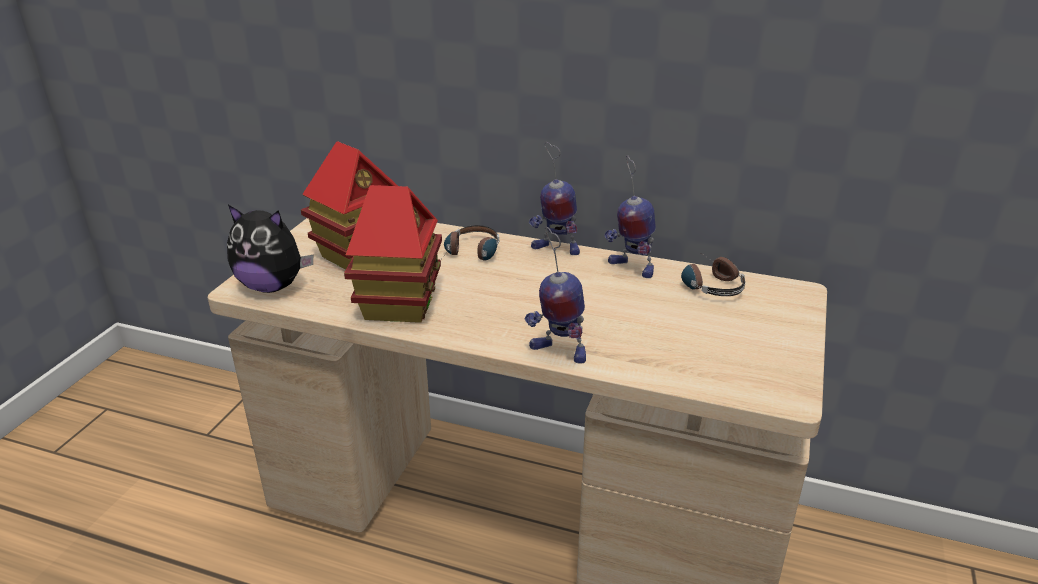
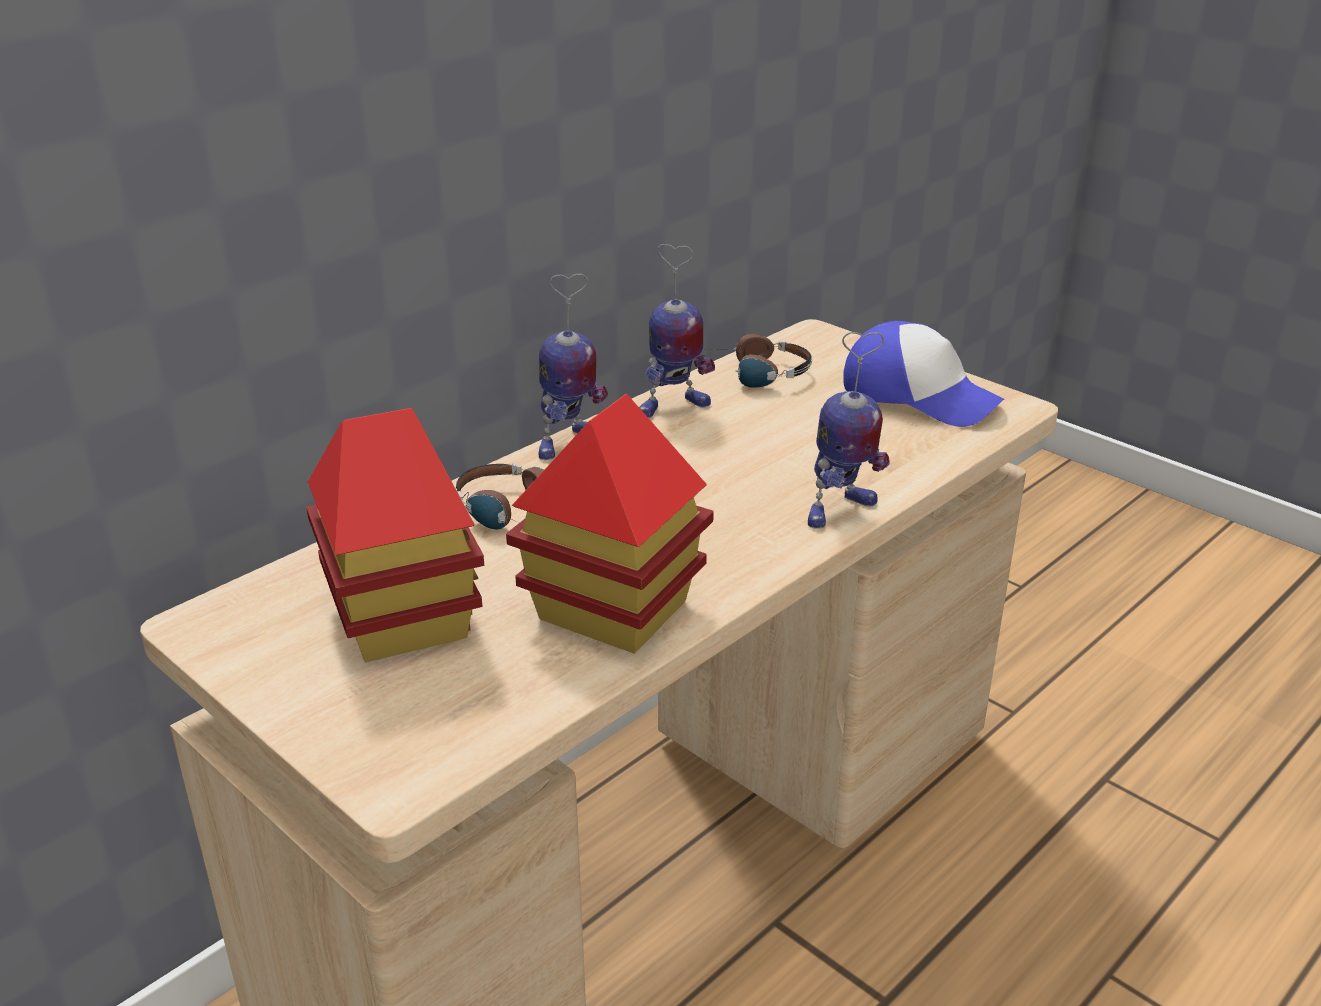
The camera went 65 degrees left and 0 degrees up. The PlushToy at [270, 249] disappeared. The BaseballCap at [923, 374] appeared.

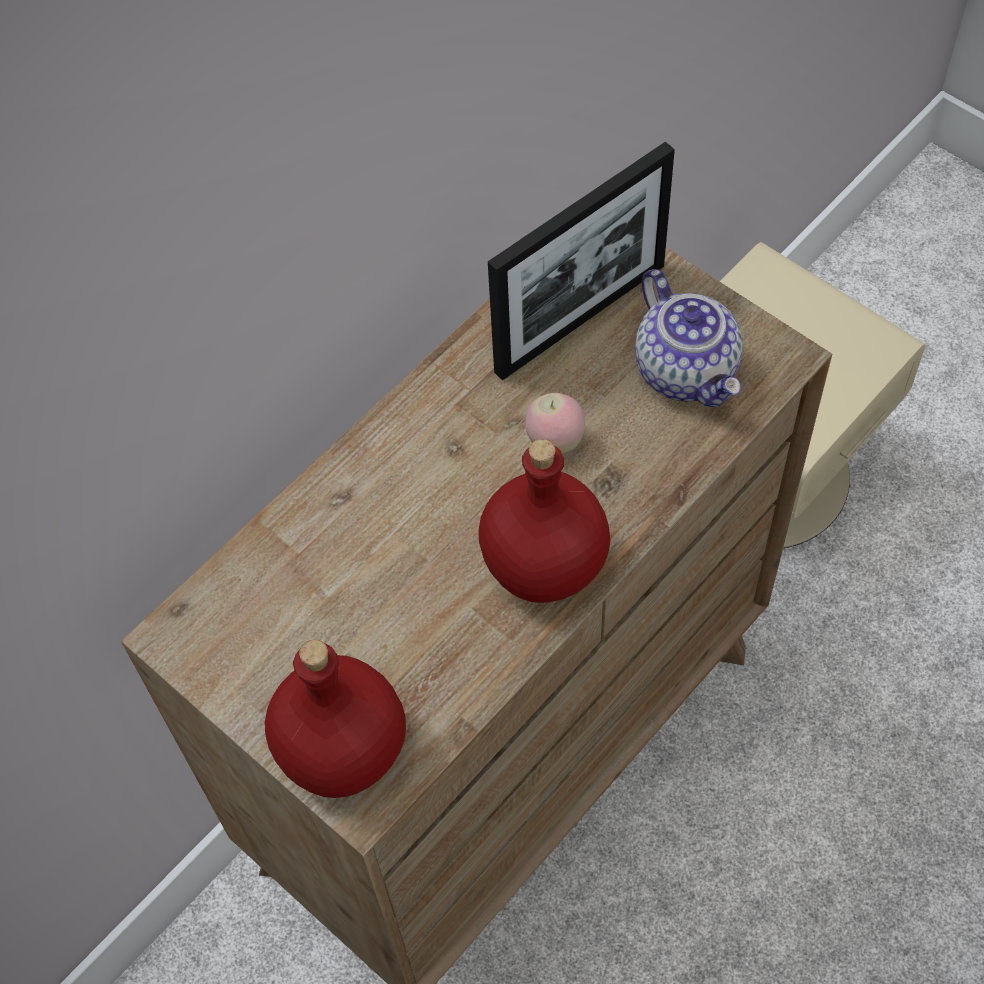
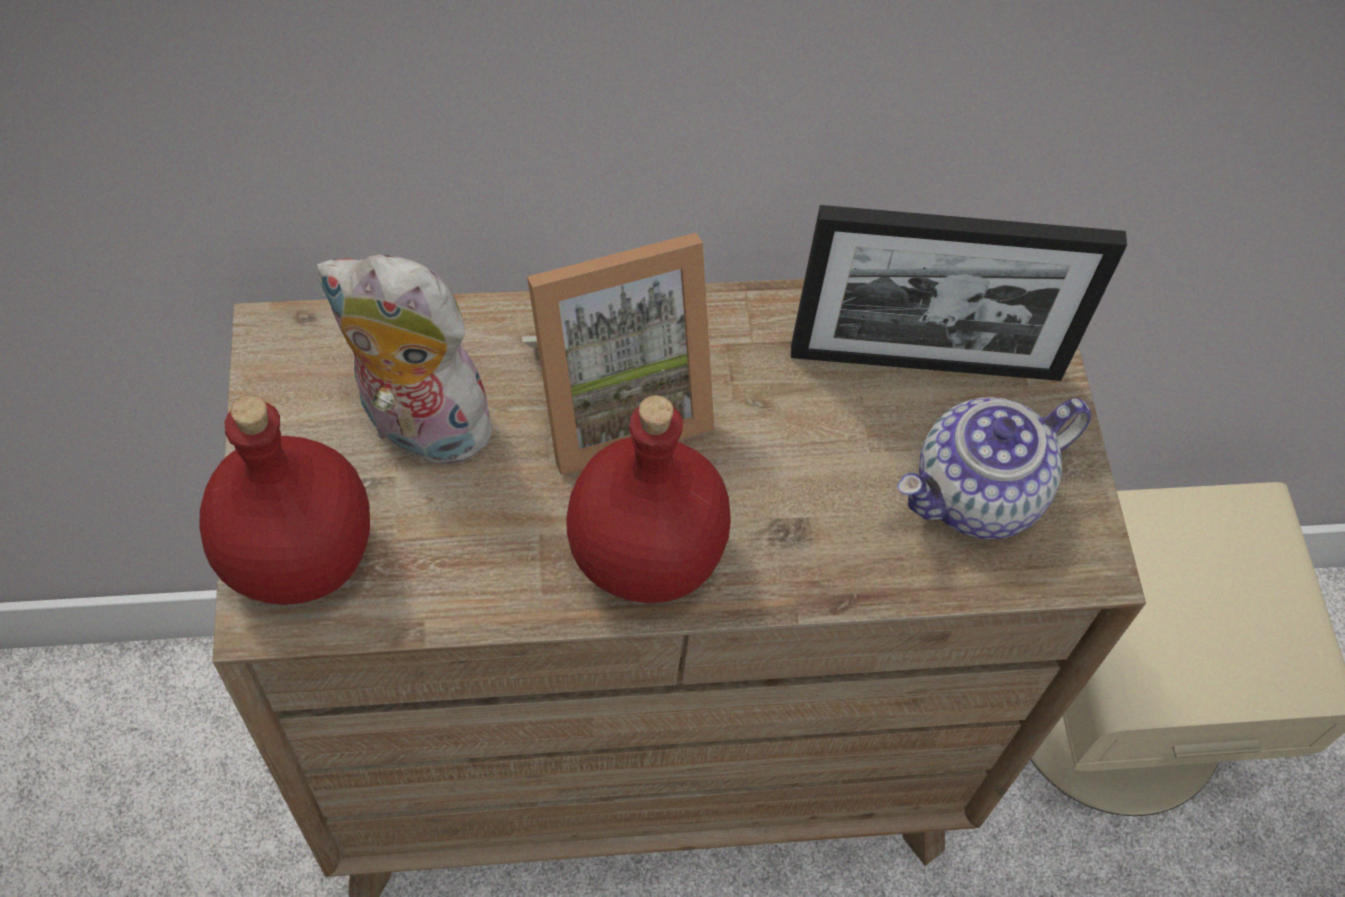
The camera went 35 degrees right and 0 degrees up. The Teapot at [689, 338] turned 45 degrees clockwise. The AppleFruit at [555, 423] disappeared. The PhotoFrame at [618, 354] appeared. The PlushToy at [412, 362] appeared.

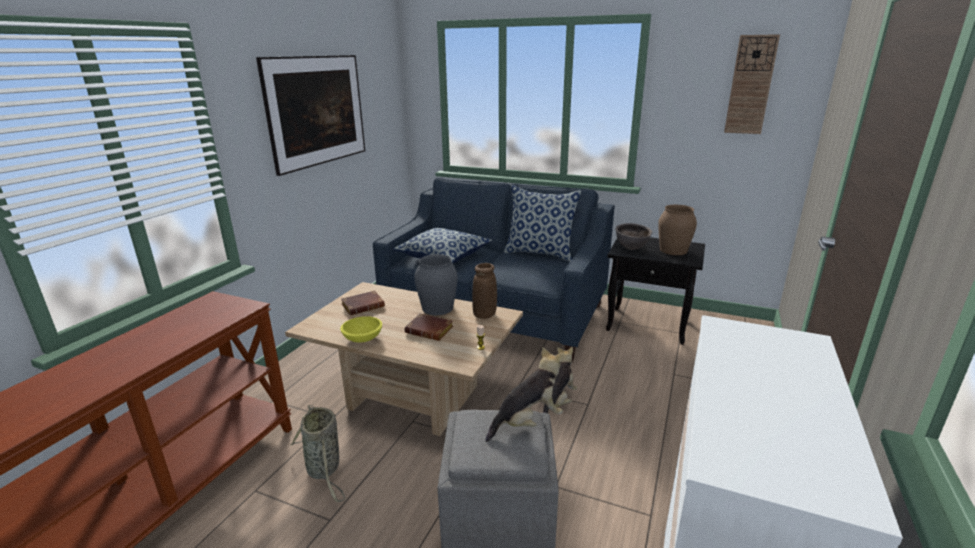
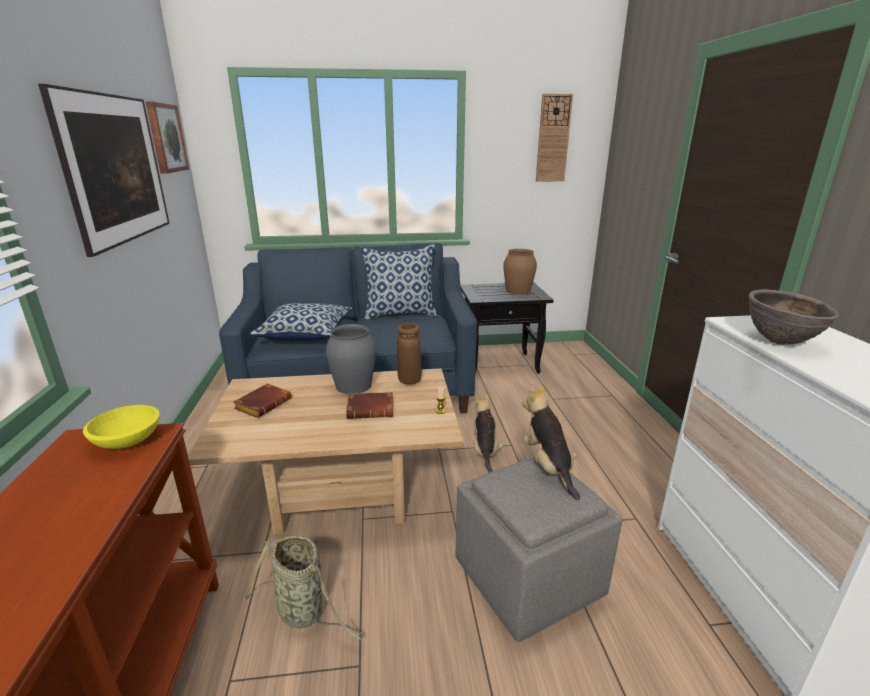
The camera went 30 degrees left and 0 degrees up. The BrownServingBowl moved from [634, 236] to [794, 317]. The YellowColouredServingBowl moved from [361, 329] to [121, 427]. The PlushToy at [525, 394] turned 45 degrees counterclockwise. The WallArt at [167, 137] appeared.

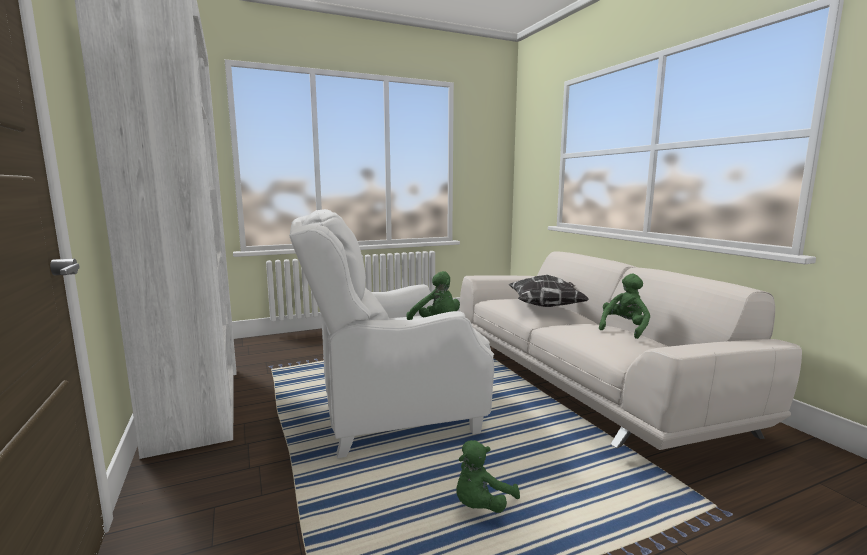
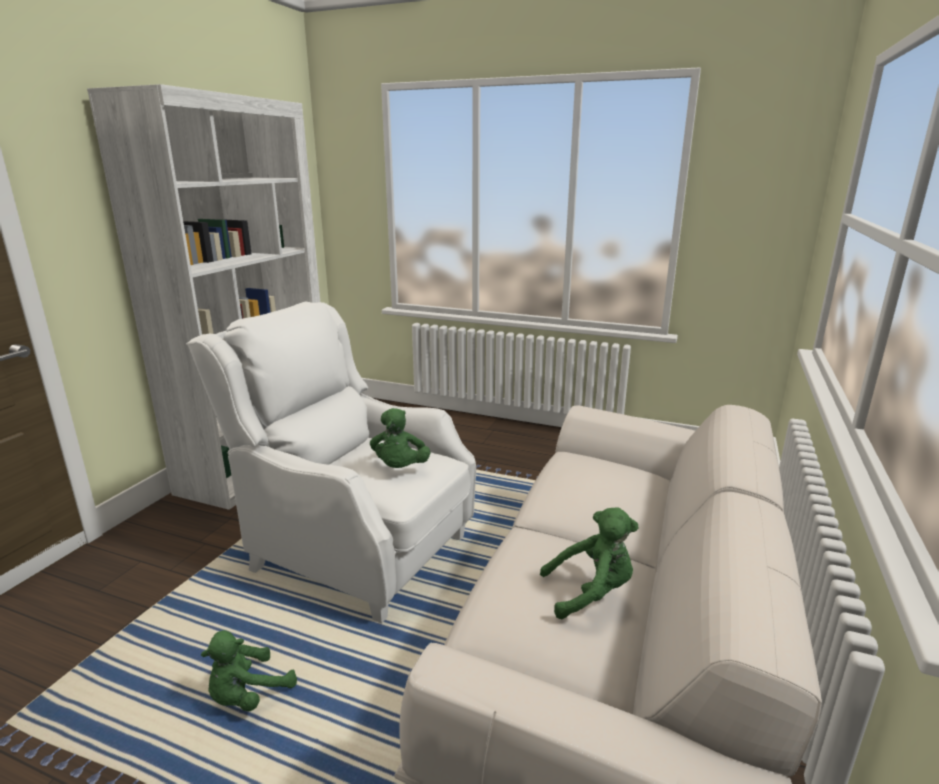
The camera went 45 degrees right and 10 degrees up. The Cushion at [548, 291] disappeared. The GreenishPlushToy at [488, 476] turned 45 degrees counterclockwise.

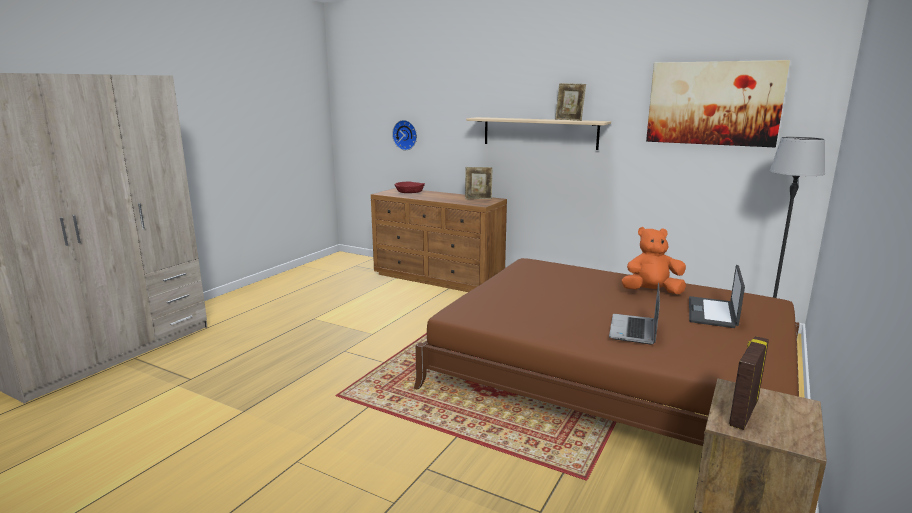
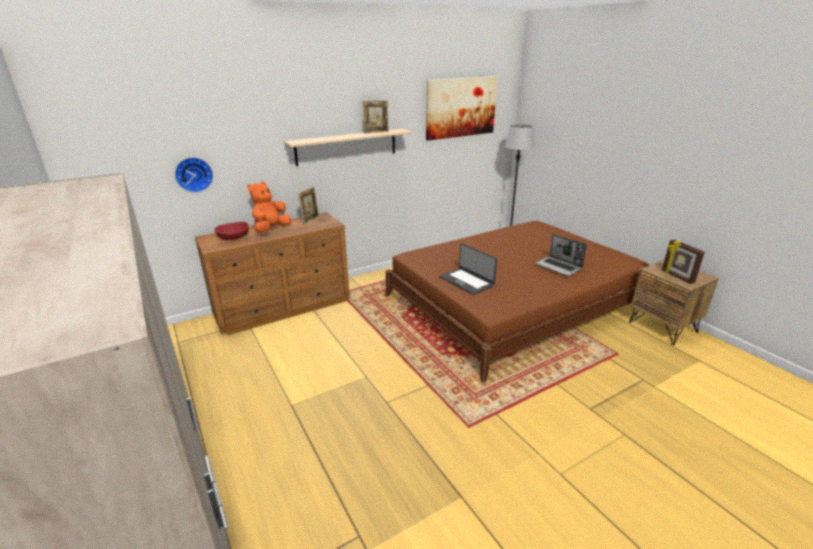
The camera went 60 degrees left and 10 degrees up. The OrangePlushToy moved from [654, 260] to [269, 207]. The PortableComputer moved from [717, 296] to [468, 269].

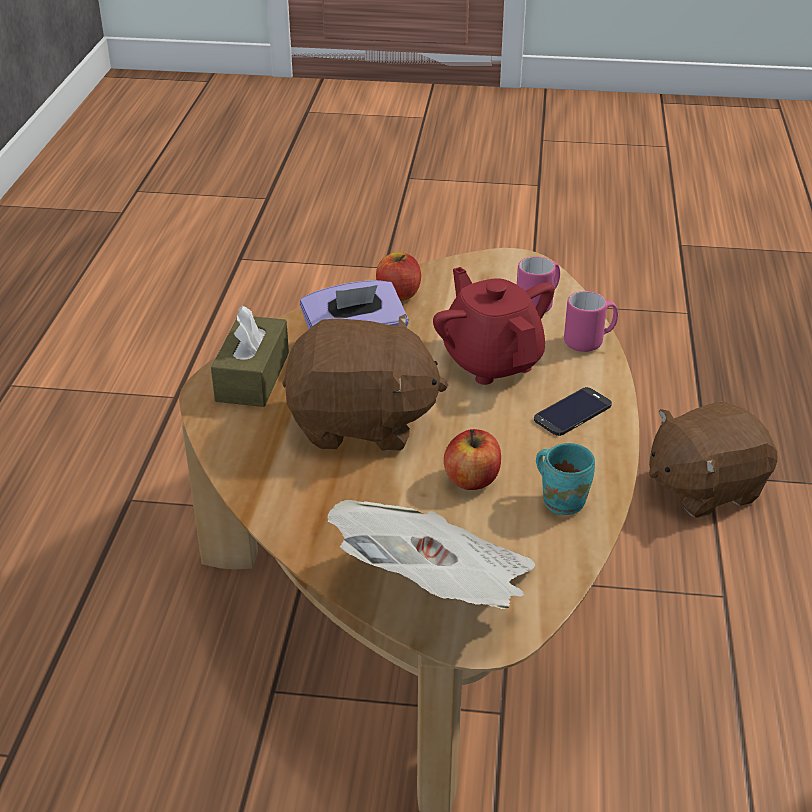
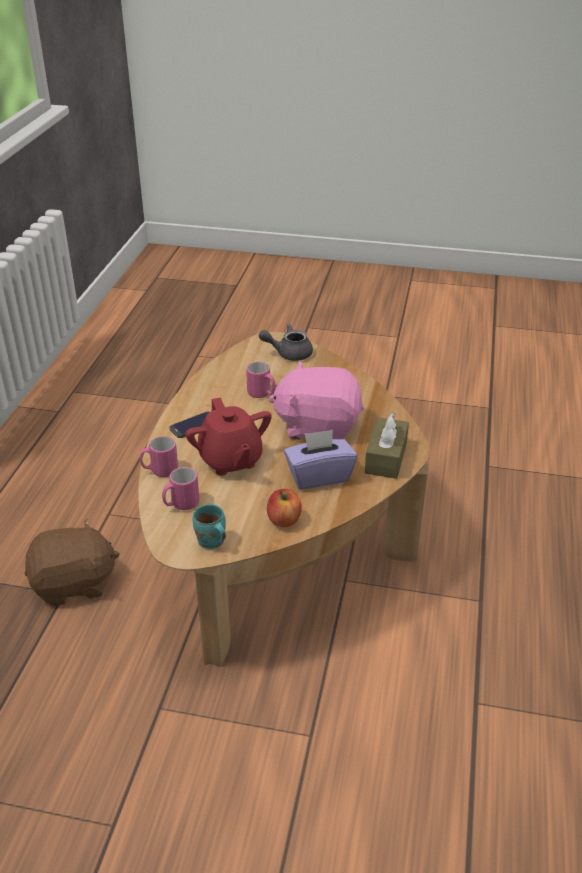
The camera went 175 degrees left and 0 degrees up. The BrownPlushToy at [365, 382] became the PinkColouredPlushToy at [316, 400]. The AppleFruit at [472, 459] was replaced by the PinkColouredTeaMug at [261, 380]. The TurquoiseTeaMug moved from [565, 479] to [209, 526]. The DailyPaper at [431, 554] was replaced by the GreyTeapot at [286, 342].

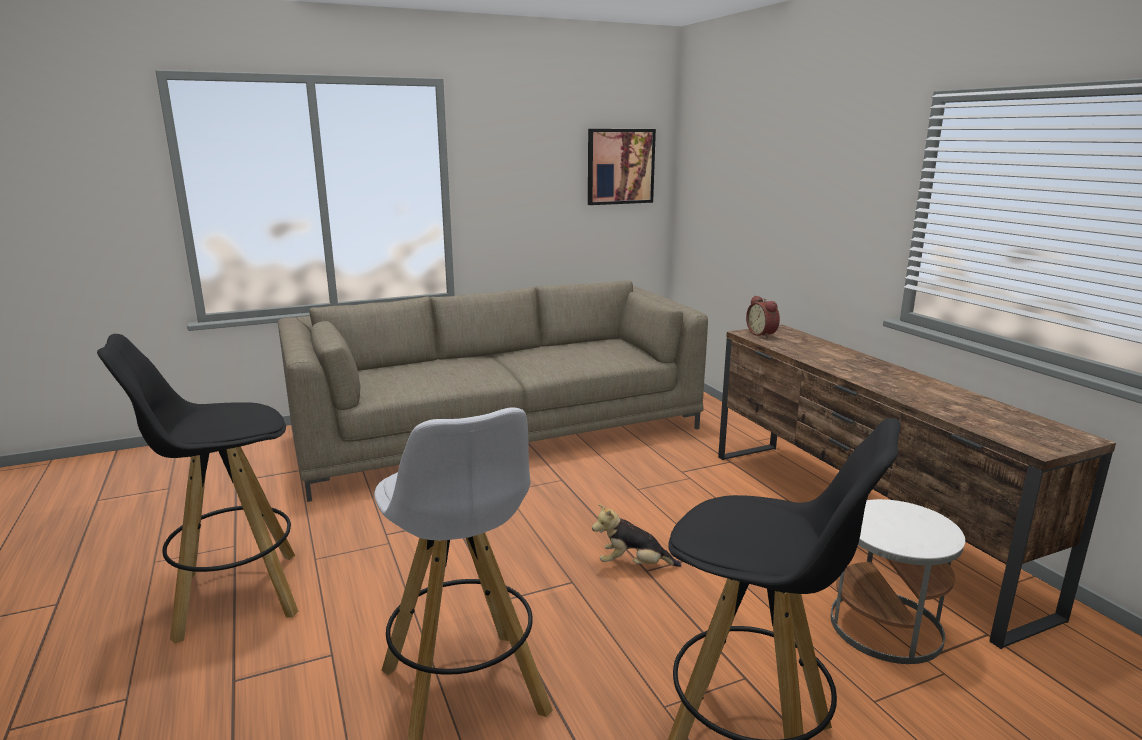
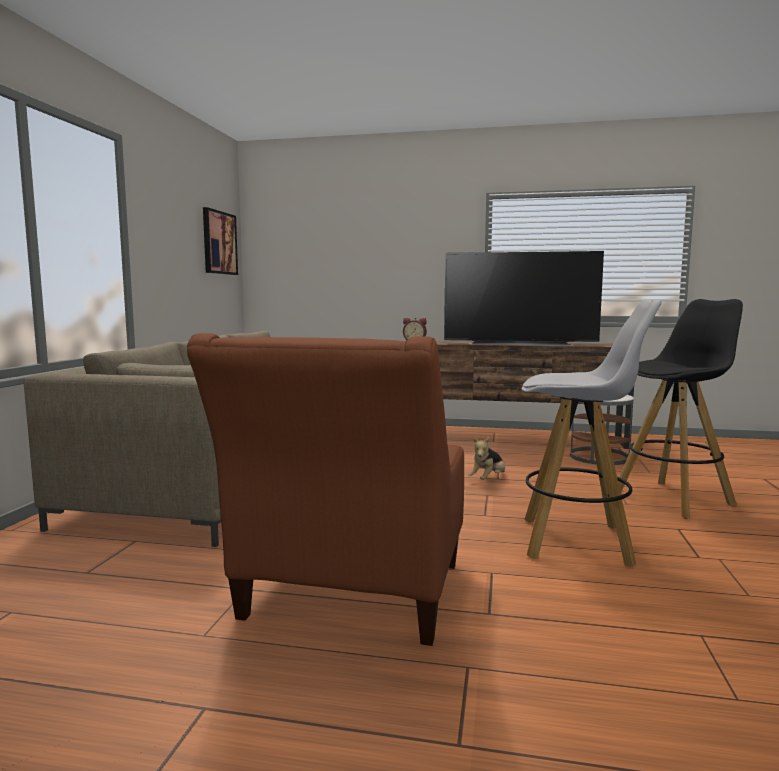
The camera went 55 degrees left and 10 degrees down. The BlackColouredStool at [197, 489] was replaced by the BrownArmchair at [325, 489]. The Television at [524, 298] appeared.

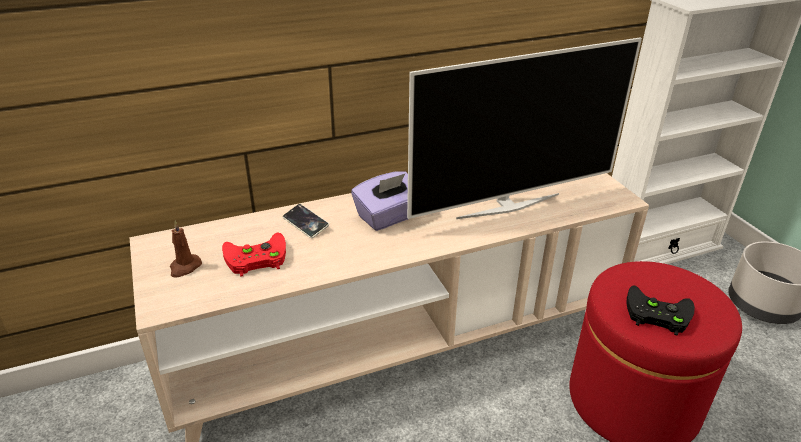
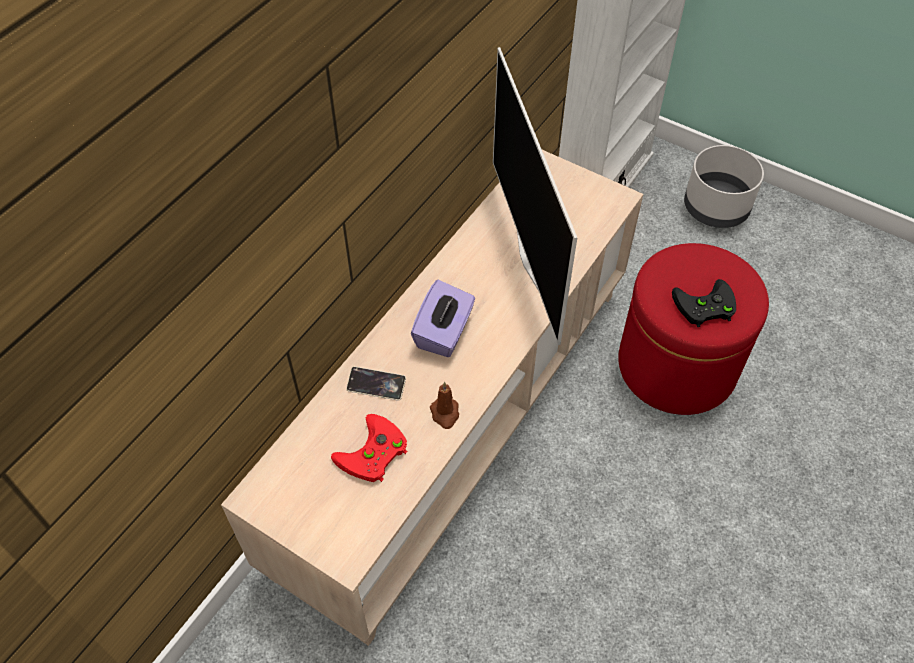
The camera went 35 degrees left and 20 degrees up. The Television at [524, 128] turned 135 degrees clockwise. The BrownCandle moved from [186, 249] to [444, 405].

